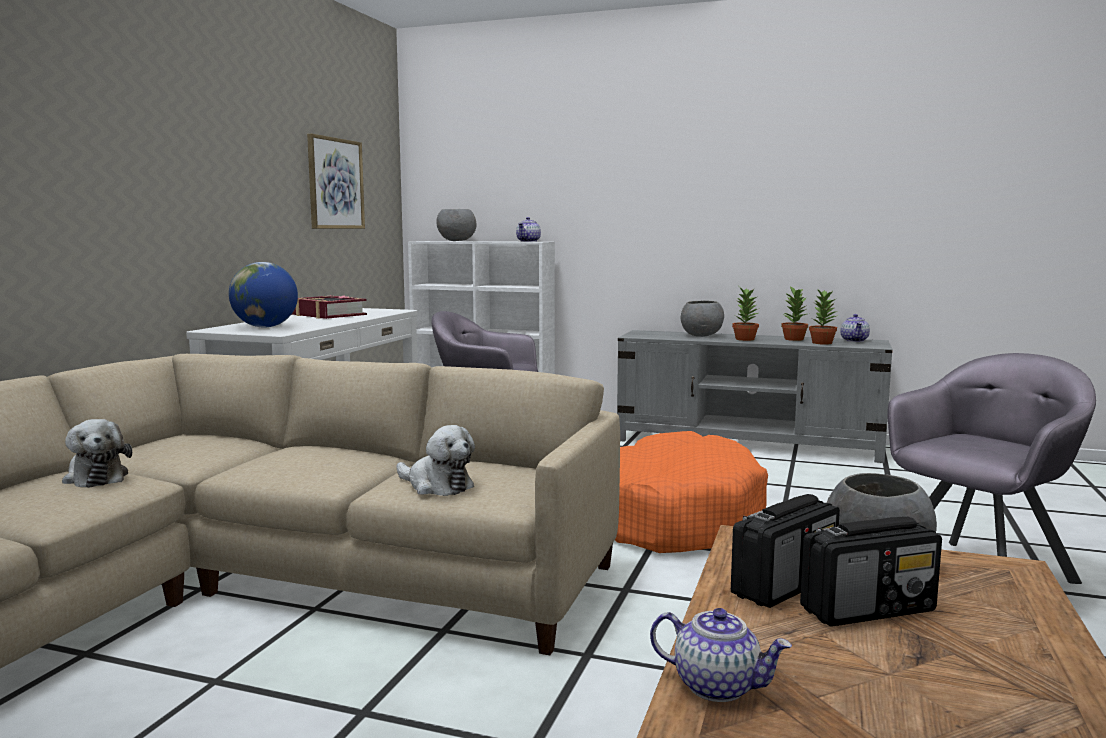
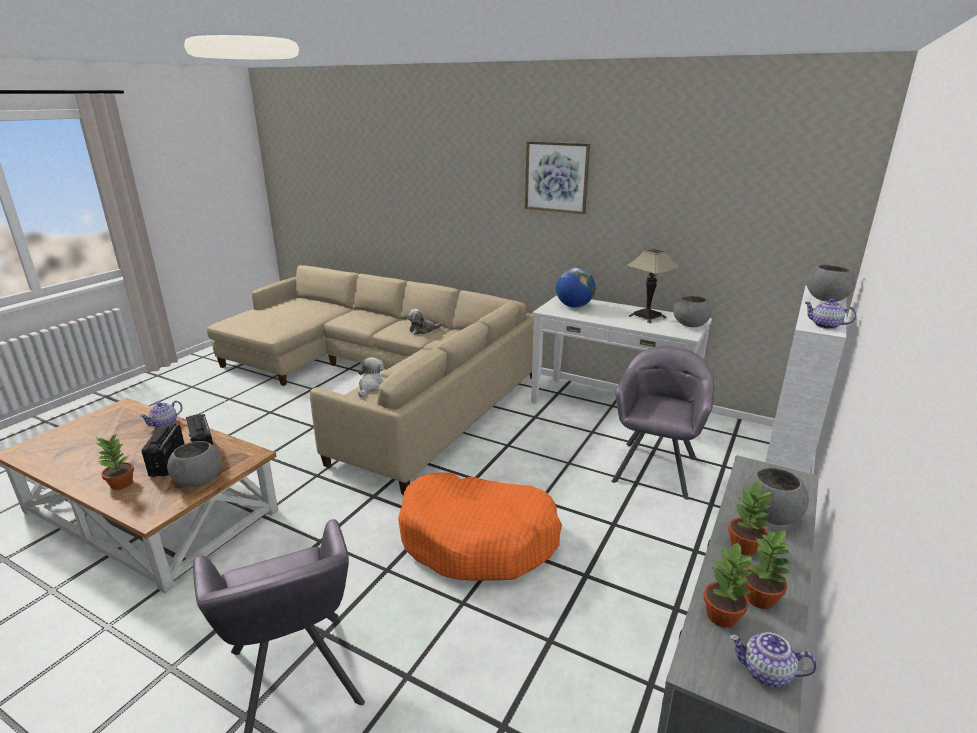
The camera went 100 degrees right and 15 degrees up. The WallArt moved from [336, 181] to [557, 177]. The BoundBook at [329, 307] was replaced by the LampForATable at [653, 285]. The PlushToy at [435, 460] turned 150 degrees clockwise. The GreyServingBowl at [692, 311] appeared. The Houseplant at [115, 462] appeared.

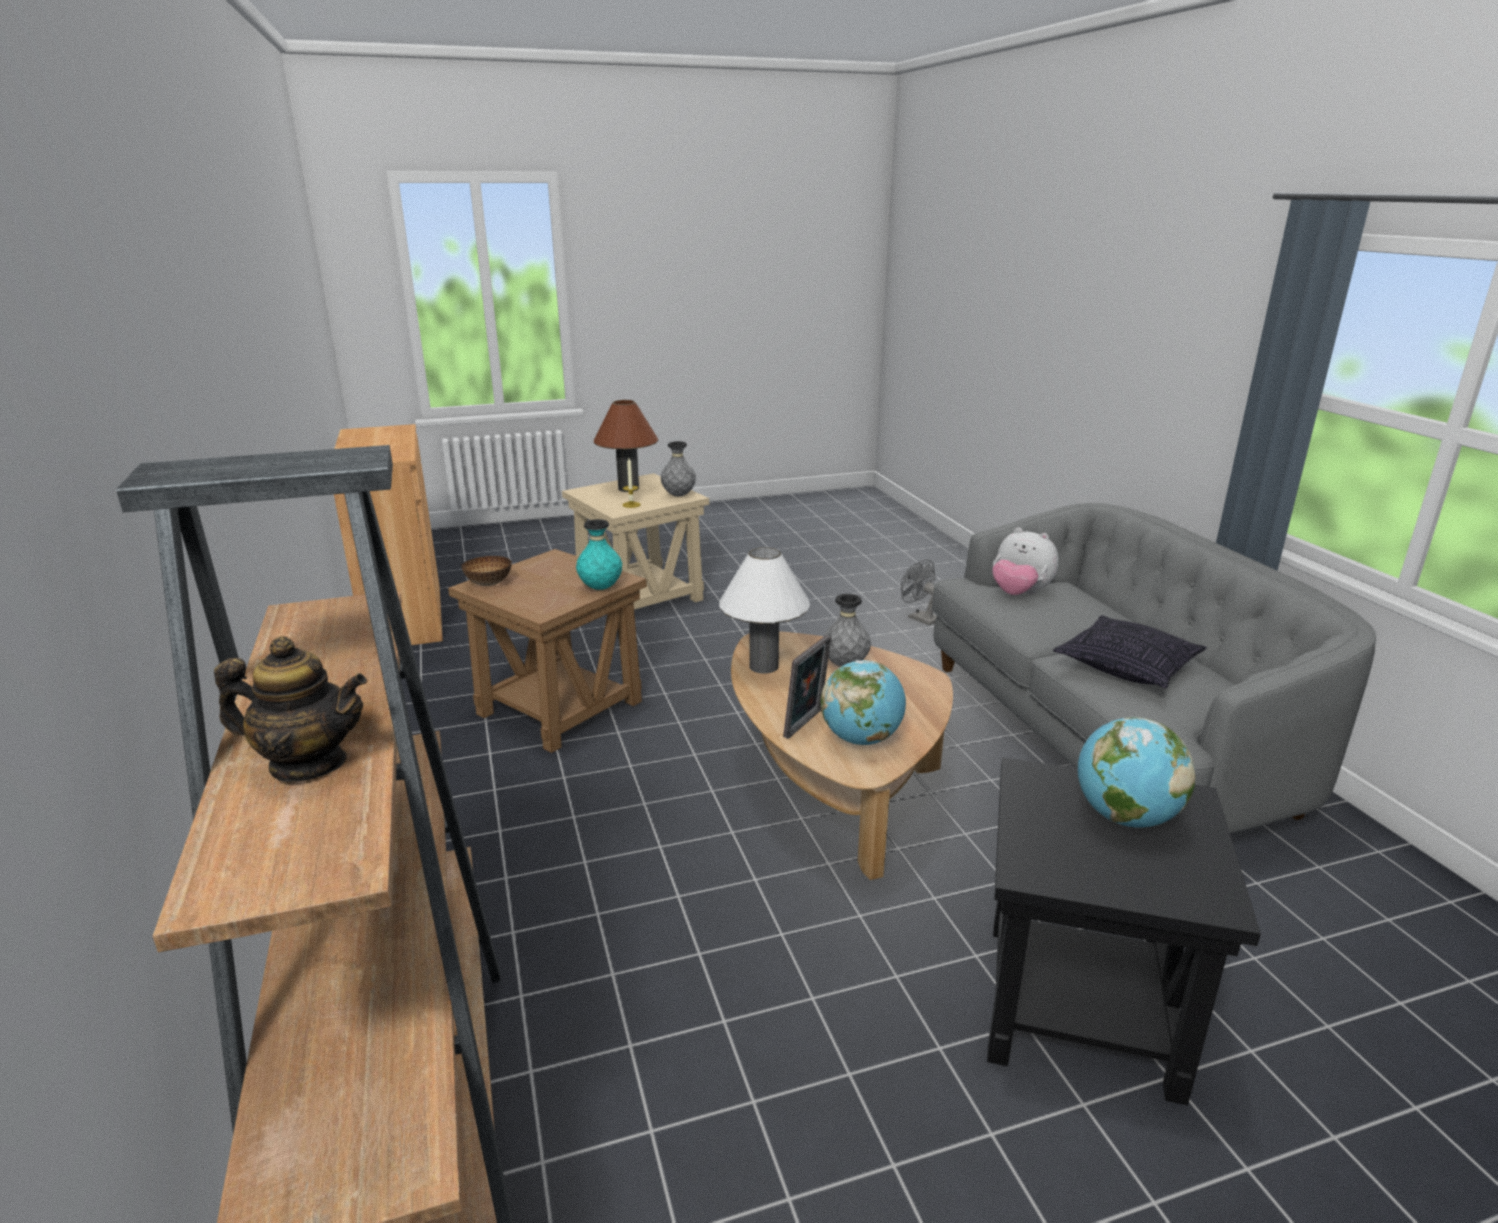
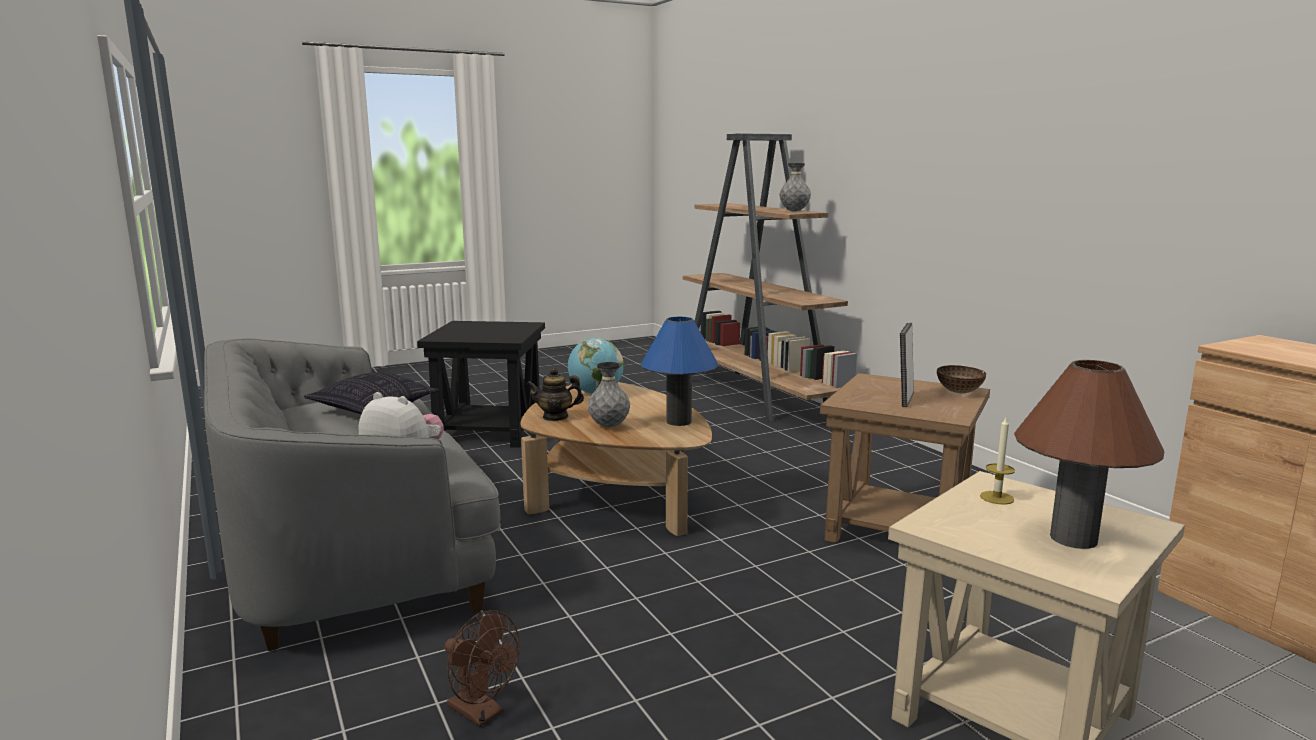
The camera went 170 degrees right and 10 degrees down. The GreyFlowerVase moved from [678, 468] to [795, 187]. The TurquoiseFlowerVase at [599, 554] disappeared. The WhitishLampForATable at [764, 610] became the BlueLampForATable at [679, 371]. The GreyFan at [919, 592] became the BrownFan at [481, 668]. The PhotoFrame moved from [807, 687] to [907, 365]. The Teapot moved from [290, 709] to [555, 394]. The DeskGlobe at [1136, 772] disappeared.

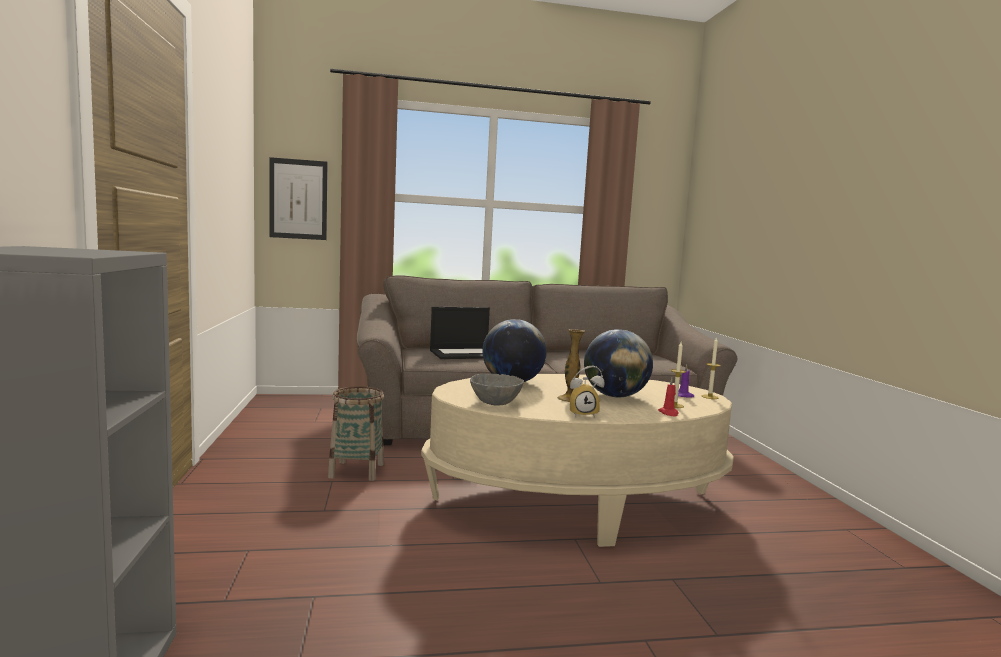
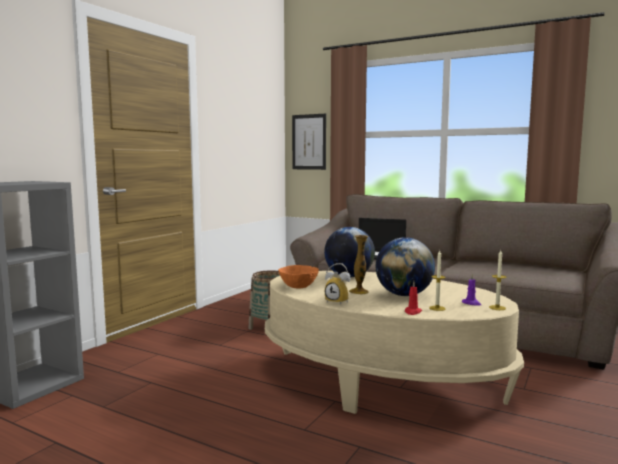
The camera went 40 degrees right and 0 degrees up. The GreyServingBowl at [497, 390] became the OrangeServingBowl at [298, 276].

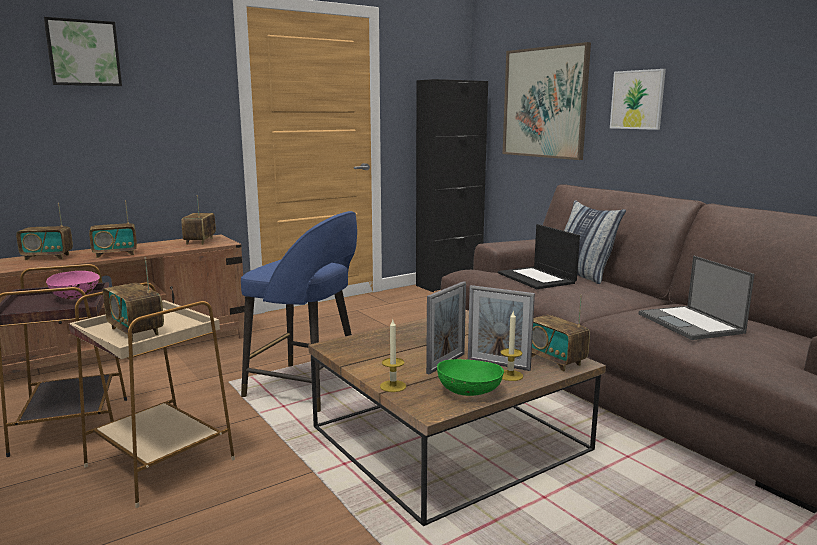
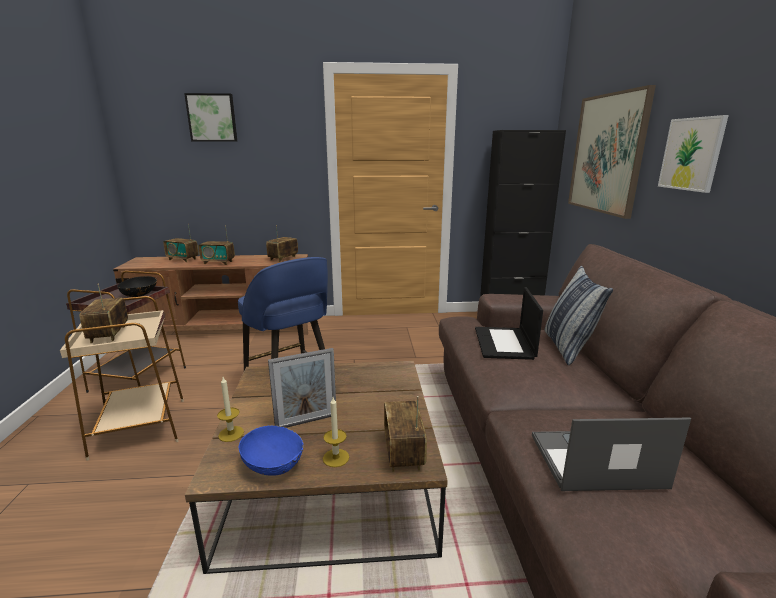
The camera went 30 degrees right and 5 degrees up. The PortableComputer at [696, 298] turned 75 degrees clockwise. The PinkColouredServingBowl at [73, 285] became the BlackColouredServingBowl at [137, 286]. The PhotoFrame at [501, 328] disappeared. The GreenishServingBowl at [470, 377] became the BlueServingBowl at [271, 450].

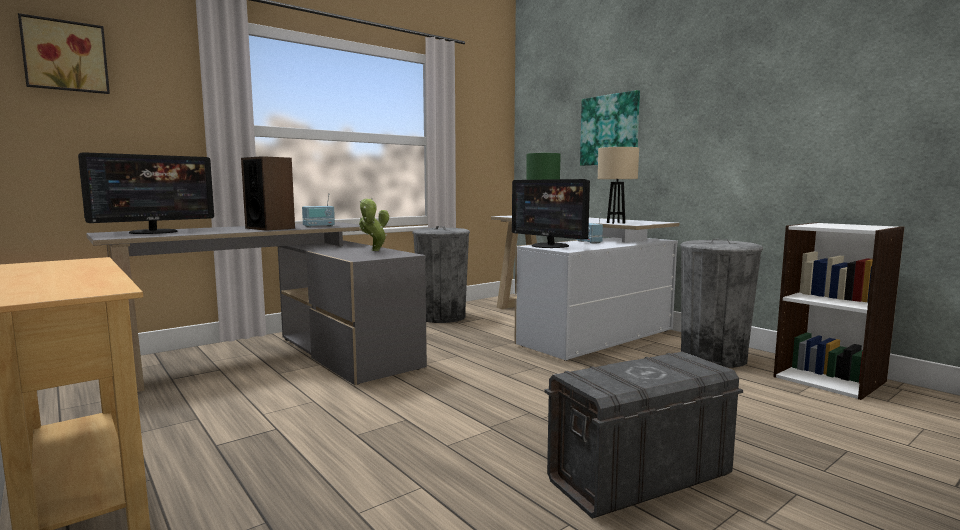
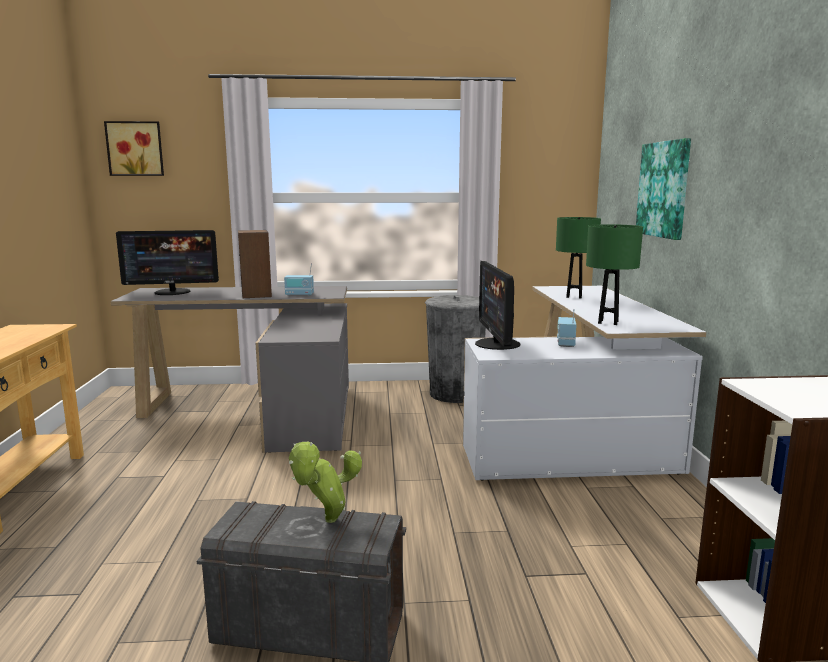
The camera went 35 degrees right and 5 degrees up. The BeigeColouredLampForATable at [618, 185] became the GreenishLampForATable at [614, 274]. The Houseplant moved from [374, 224] to [325, 482]. The GreyWasteBin at [721, 303] disappeared.

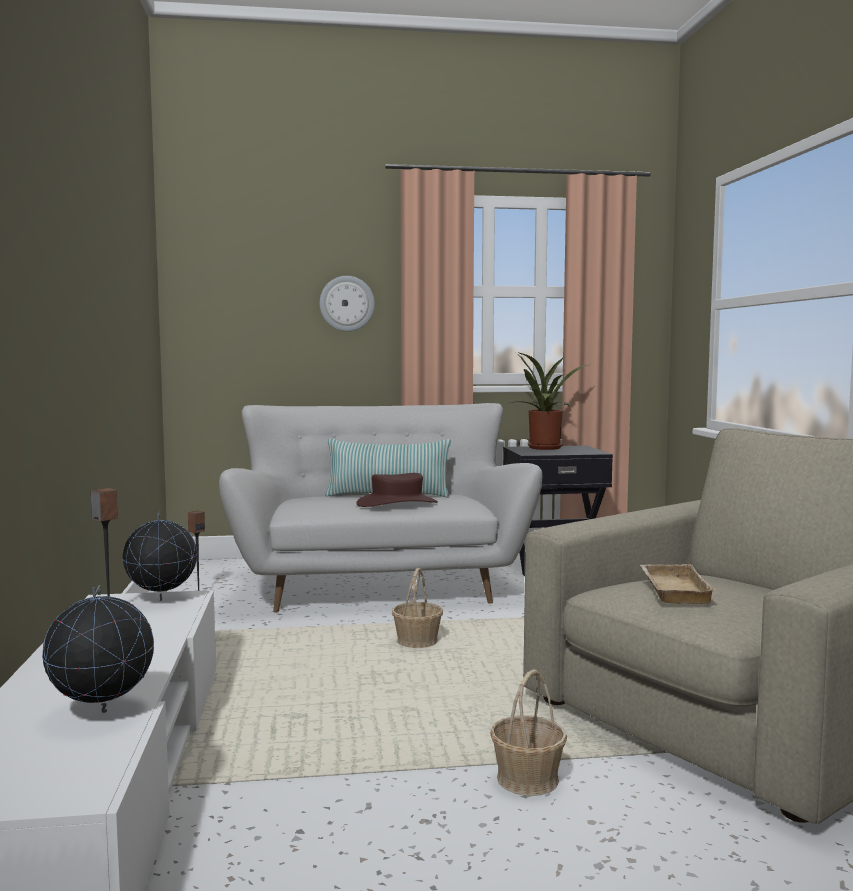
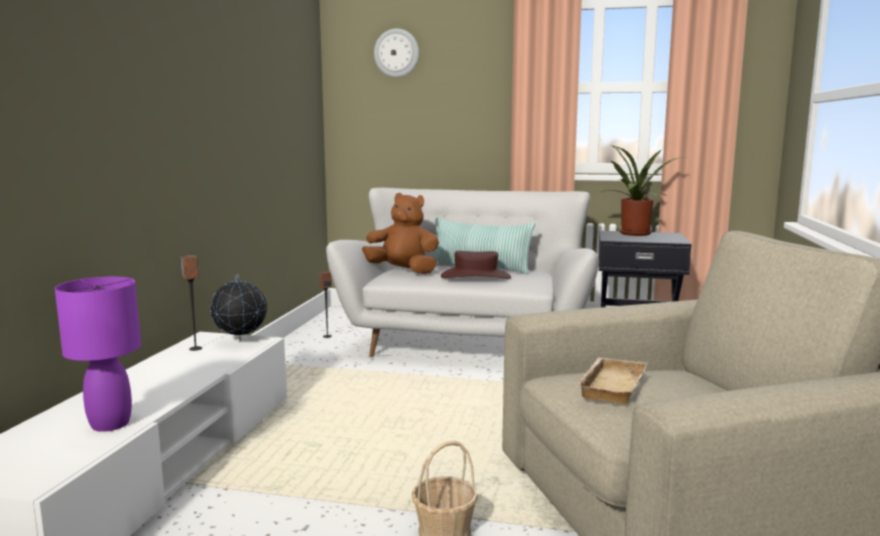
The camera went 20 degrees right and 5 degrees up. The ClockOnTheWall moved from [347, 304] to [396, 52]. The Basket at [417, 608] disappeared. The DeskGlobe at [98, 649] was replaced by the PurpleLampForATable at [98, 354]. The BrownPlushToy at [400, 233] appeared.

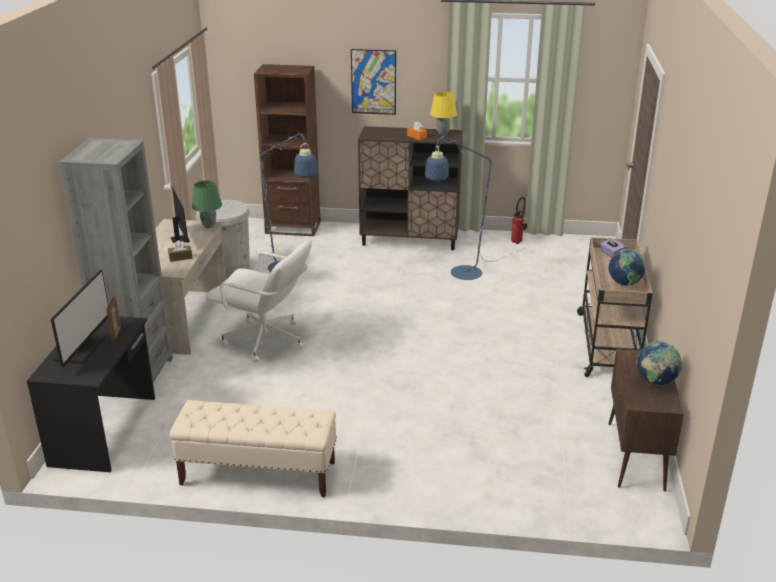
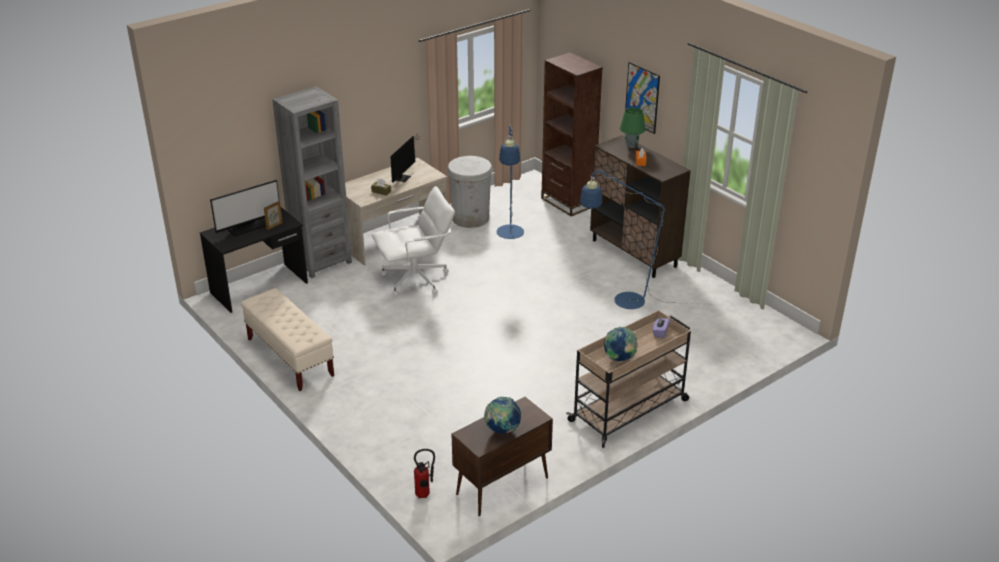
The camera went 45 degrees right and 5 degrees up. The YellowColouredLampForATable at [443, 113] disappeared. The GreenishLampForATable moved from [207, 204] to [632, 128]. The Extinguisher moved from [519, 220] to [424, 473]. The WhitishComputerChair at [258, 301] turned 90 degrees counterclockwise.

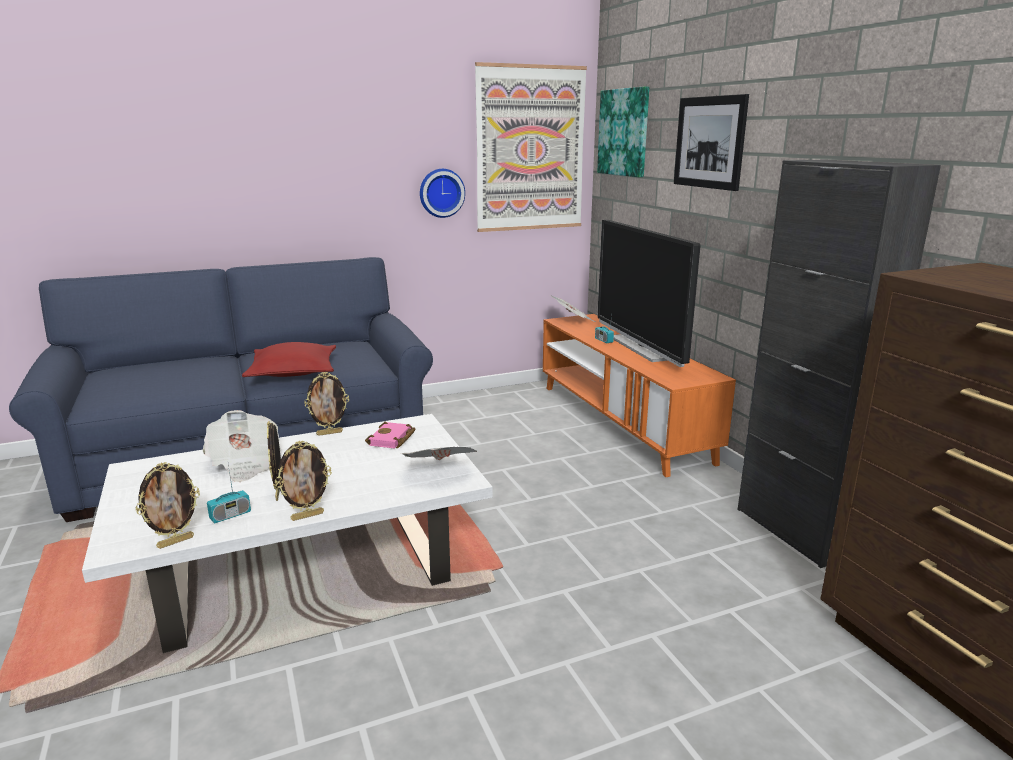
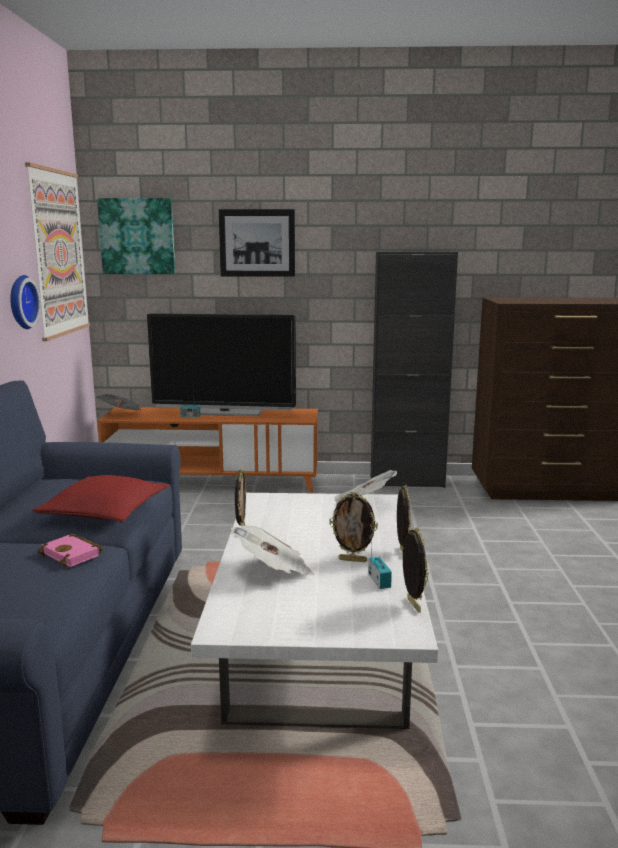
The camera went 65 degrees left and 5 degrees down. The PinkColouredBoundBook moved from [390, 435] to [70, 550].

